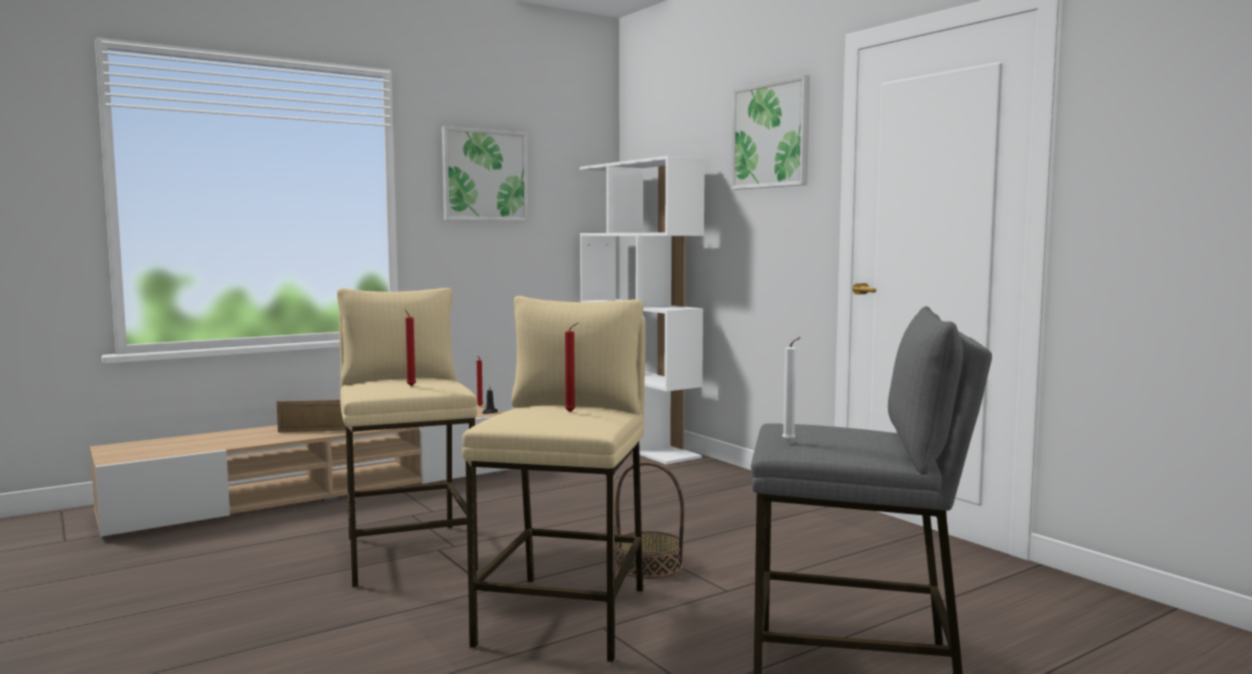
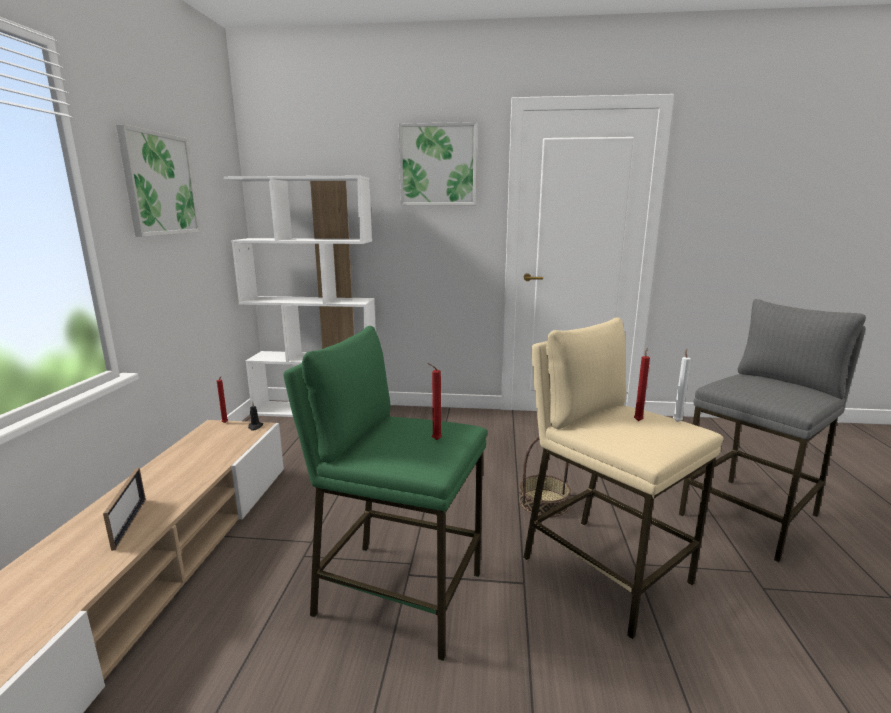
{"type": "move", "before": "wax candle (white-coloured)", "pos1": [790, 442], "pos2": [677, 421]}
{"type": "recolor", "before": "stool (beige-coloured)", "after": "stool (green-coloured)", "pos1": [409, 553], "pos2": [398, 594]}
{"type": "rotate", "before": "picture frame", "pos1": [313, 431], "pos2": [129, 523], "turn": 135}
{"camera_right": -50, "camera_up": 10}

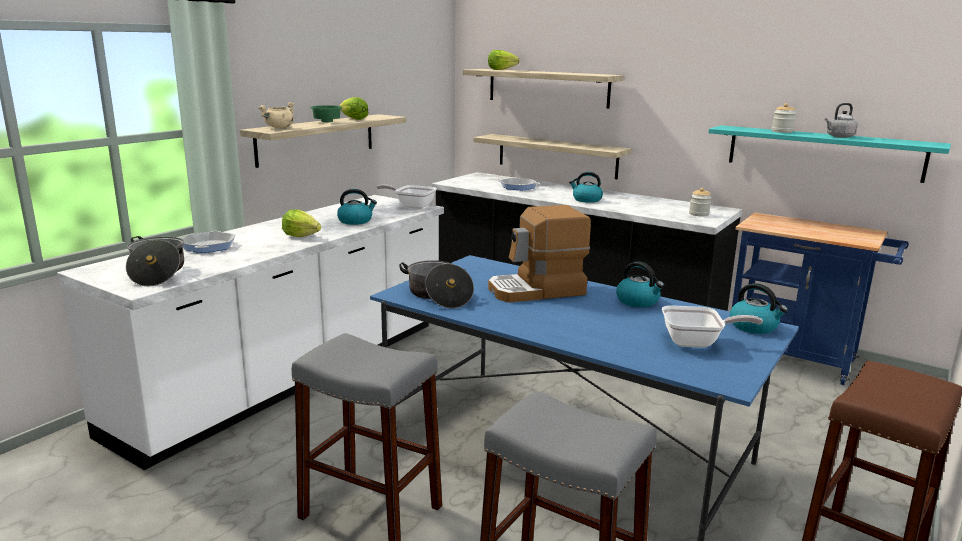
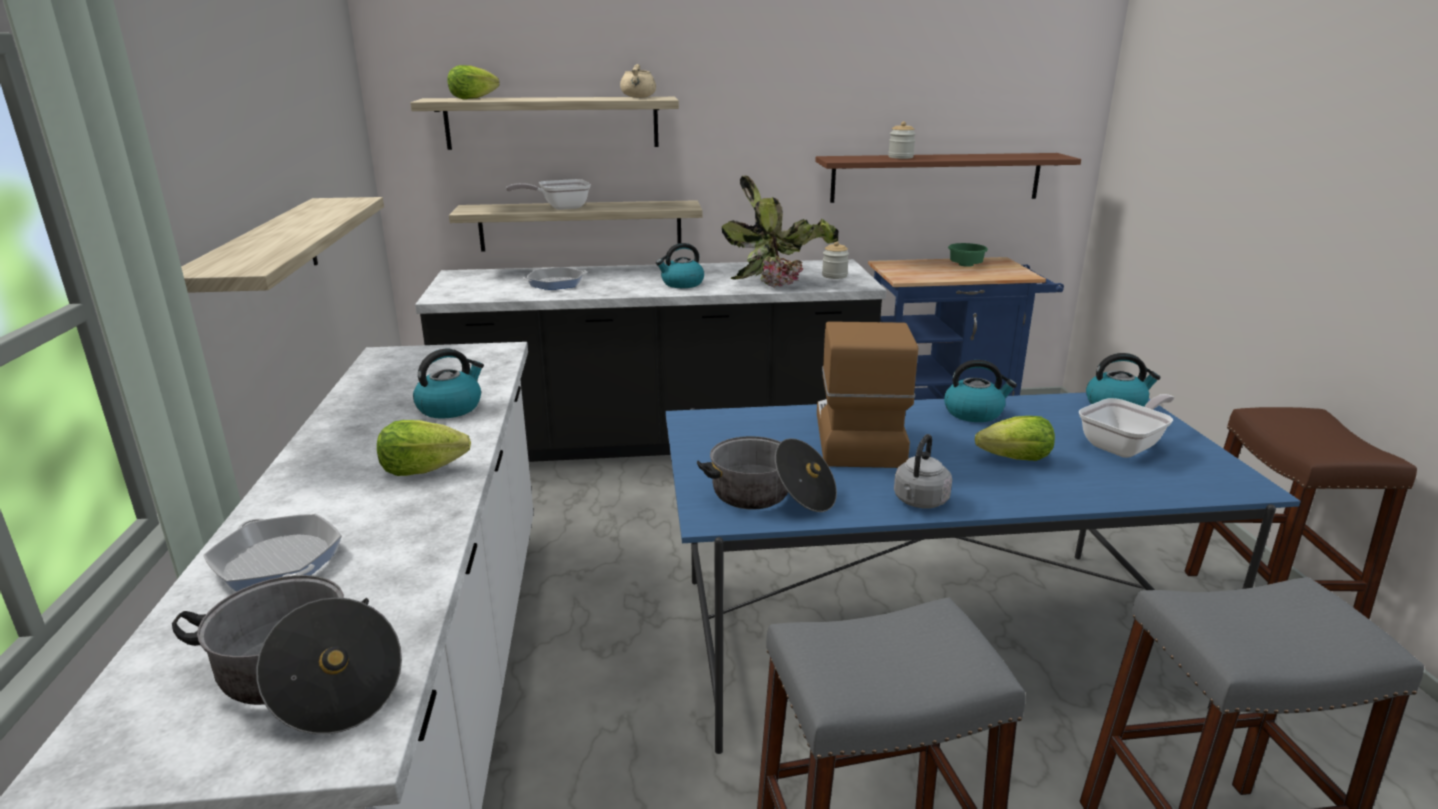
{"type": "insert", "after": "houseplant", "pos2": [778, 283]}
{"type": "move", "before": "saucepot (beige-coloured)", "pos1": [279, 127], "pos2": [639, 97]}
{"type": "move", "before": "deep dish (green-coloured)", "pos1": [328, 122], "pos2": [965, 265]}
{"type": "move", "before": "head of lettuce", "pos1": [353, 119], "pos2": [1016, 459]}
{"type": "move", "before": "frying pan", "pos1": [412, 206], "pos2": [559, 208]}
{"type": "move", "before": "tea kettle (gray)", "pos1": [839, 136], "pos2": [919, 502]}
{"type": "recolor", "before": "bracket shelf (blue-green)", "after": "bracket shelf (brown)", "pos1": [823, 152], "pos2": [936, 177]}
{"type": "rotate", "before": "coffee maker", "pos1": [537, 290], "pos2": [856, 438], "turn": 150}
{"camera_right": -40, "camera_up": 5}

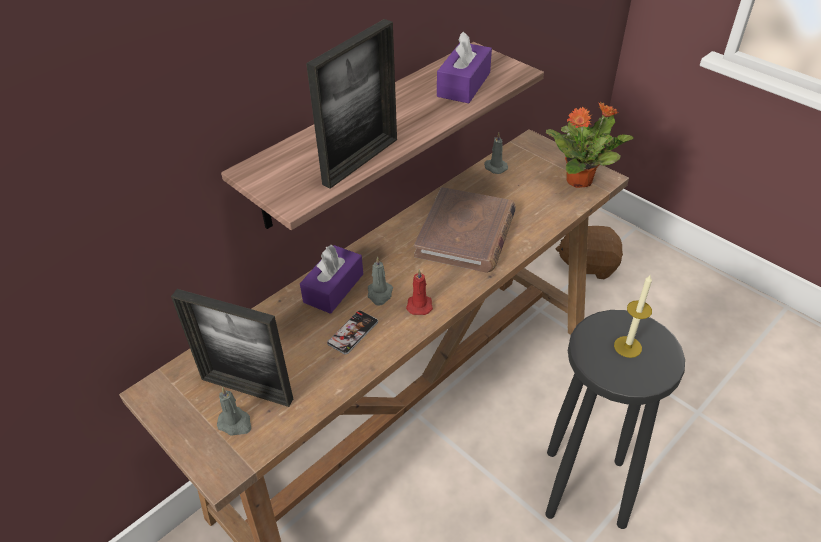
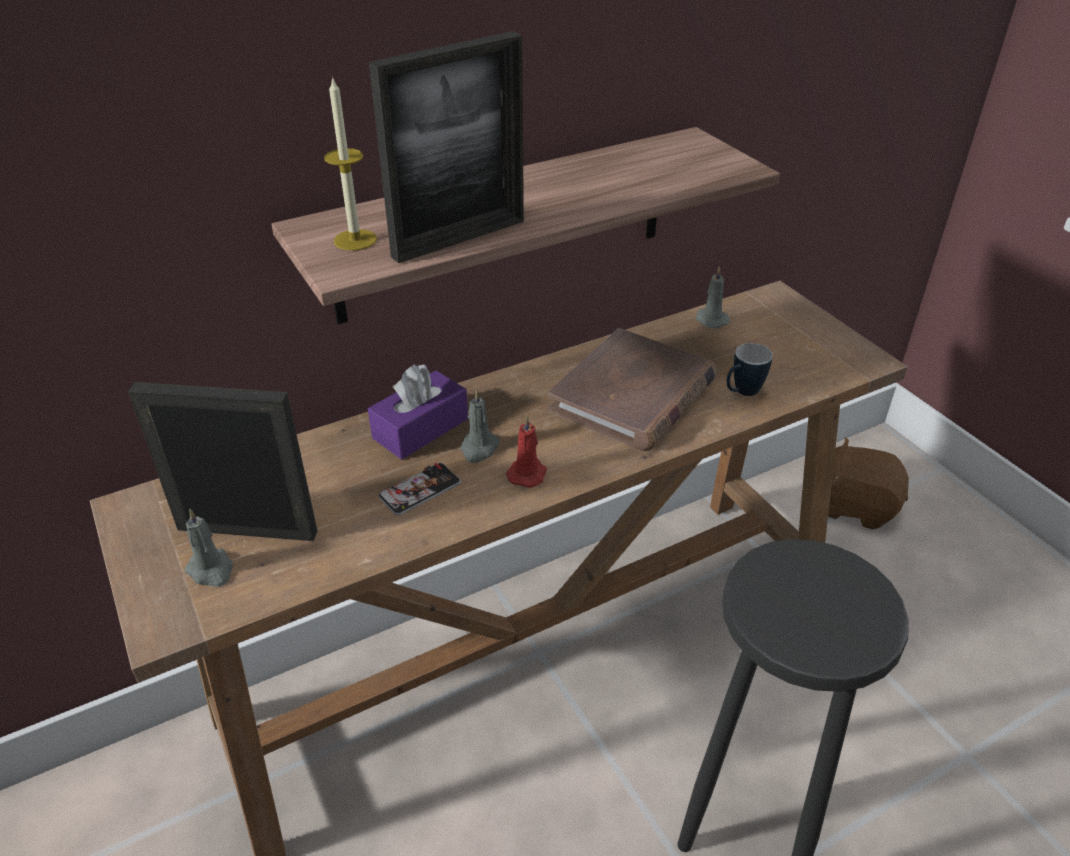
{"type": "delete", "before": "box of tissues (purplish)", "pos1": [464, 84]}
{"type": "delete", "before": "houseplant", "pos1": [580, 180]}
{"type": "insert", "after": "tea mug", "pos2": [741, 393]}
{"type": "move", "before": "wax candle", "pos1": [627, 347], "pos2": [355, 240]}
{"type": "rotate", "before": "picture frame", "pos1": [247, 389], "pos2": [247, 530], "turn": 150}
{"camera_right": 15, "camera_up": -5}

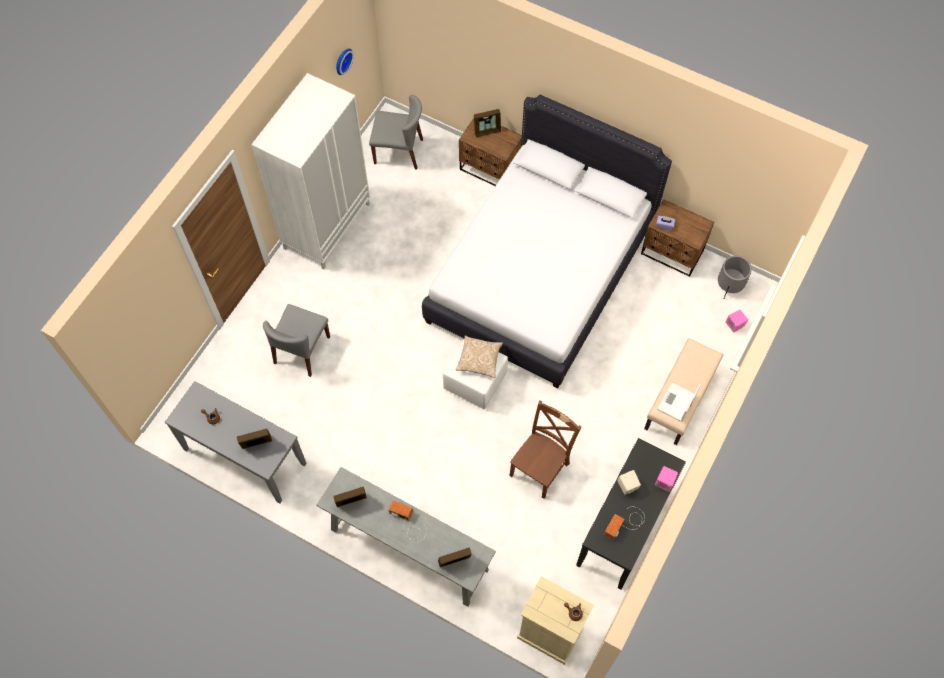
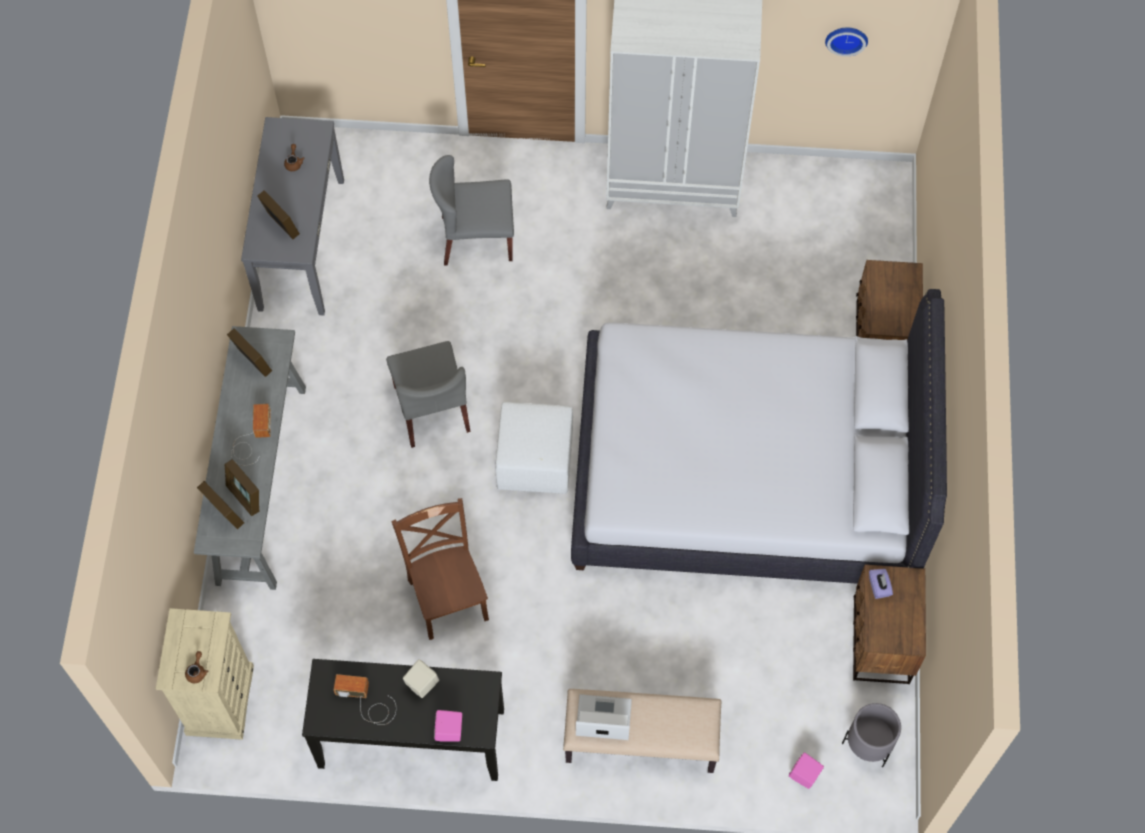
{"type": "delete", "before": "pillow", "pos1": [479, 359]}
{"type": "move", "before": "upright chair (gray)", "pos1": [399, 151], "pos2": [432, 409]}
{"type": "move", "before": "picture frame", "pos1": [487, 131], "pos2": [245, 497]}
{"type": "rotate", "before": "upright chair (brown)", "pos1": [541, 467], "pos2": [447, 596], "turn": -120}
{"camera_right": 65, "camera_up": 0}

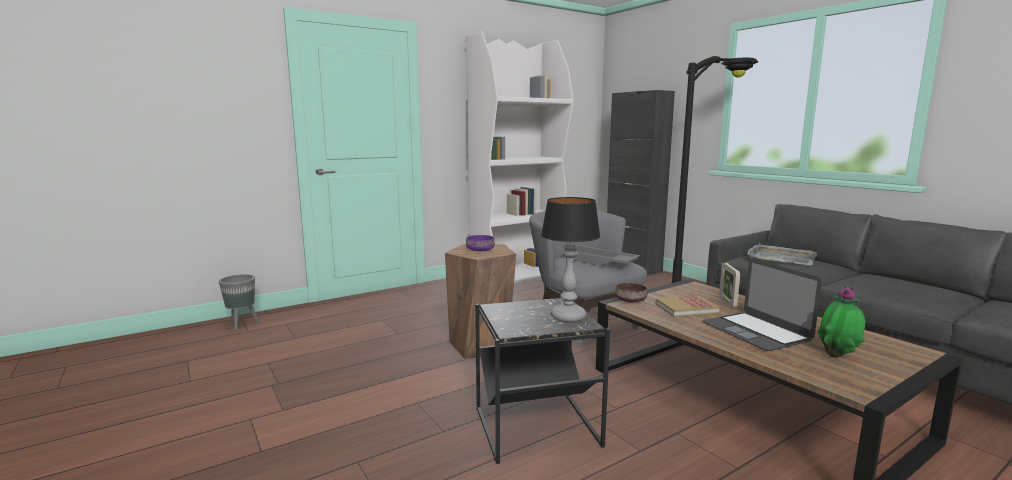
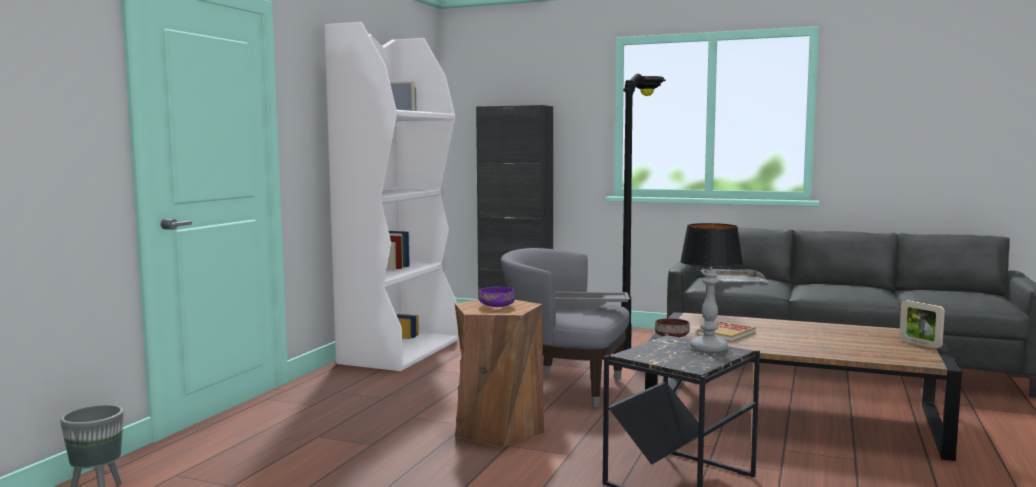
{"type": "delete", "before": "laptop", "pos1": [755, 331]}
{"type": "delete", "before": "houseplant", "pos1": [838, 356]}
{"type": "move", "before": "picture frame", "pos1": [727, 302], "pos2": [920, 344]}
{"camera_right": -35, "camera_up": -5}

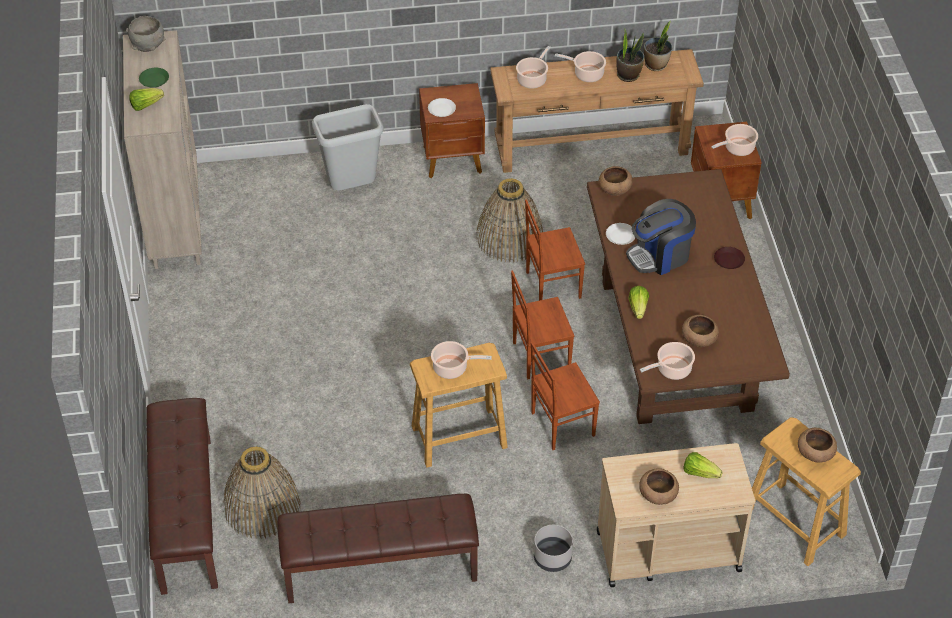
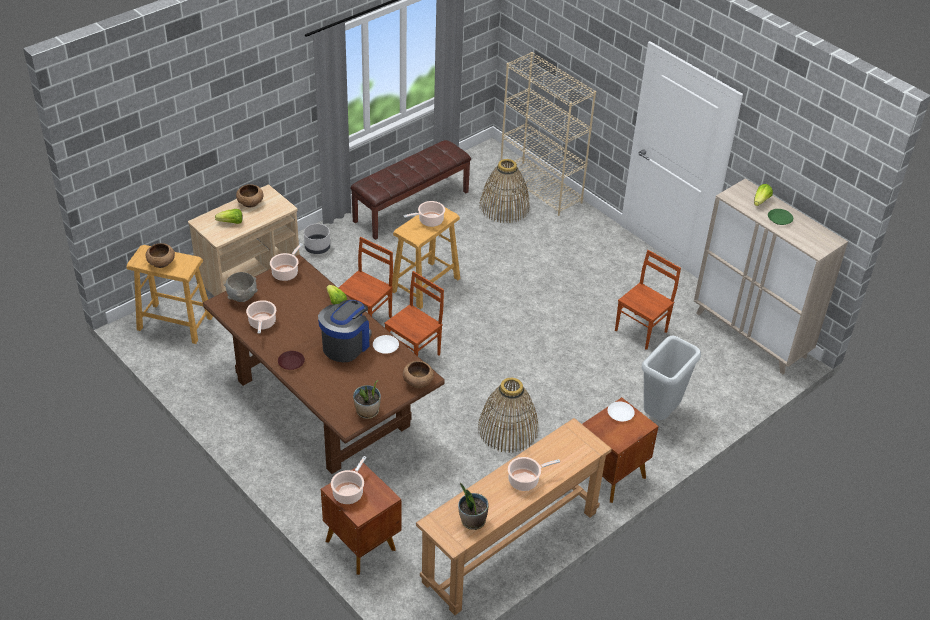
{"type": "delete", "before": "deep dish (brown)", "pos1": [699, 339]}
{"type": "move", "before": "deep dish (gray)", "pos1": [148, 47], "pos2": [242, 298]}
{"type": "move", "before": "saucepot", "pos1": [532, 79], "pos2": [262, 323]}
{"type": "move", "before": "upright chair (brown)", "pos1": [552, 284], "pos2": [642, 331]}
{"type": "move", "before": "houseplant", "pos1": [628, 75], "pos2": [367, 412]}
{"type": "replace", "before": "bench (brown)", "after": "bookshelf (beige-coloured)", "pos1": [185, 514], "pos2": [541, 188]}
{"camera_right": 145, "camera_up": -5}

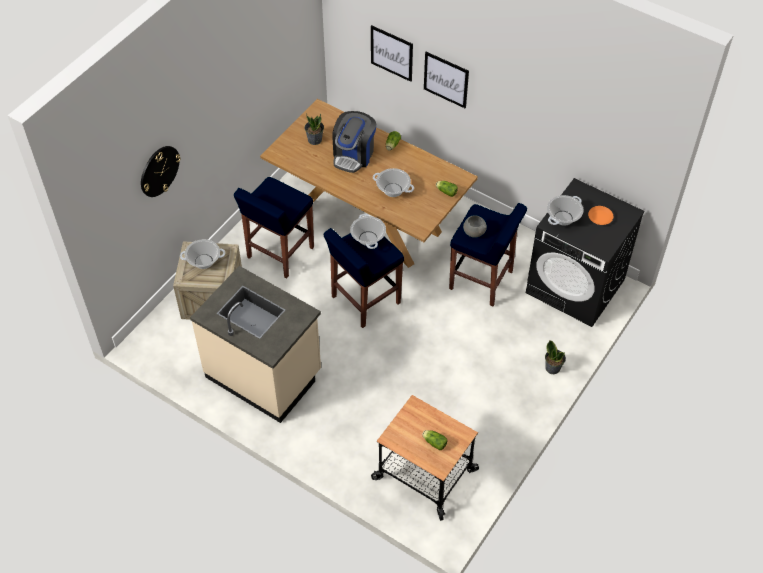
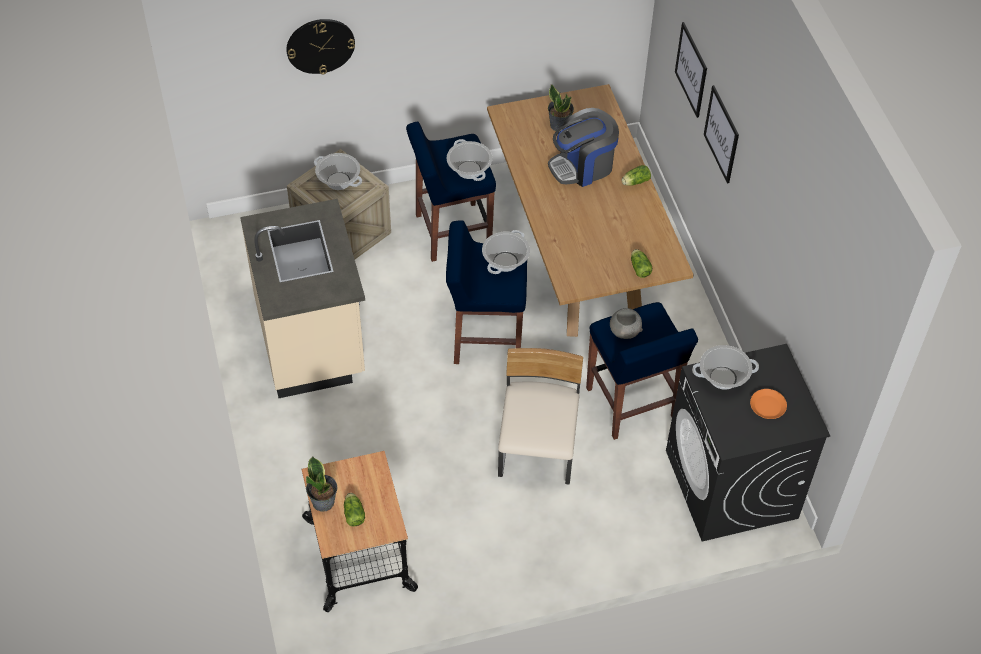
{"type": "insert", "after": "upright chair (beige-coloured)", "pos2": [538, 450]}
{"type": "move", "before": "saucepot", "pos1": [393, 190], "pos2": [469, 170]}
{"type": "move", "before": "houseplant", "pos1": [553, 368], "pos2": [323, 502]}
{"camera_right": 40, "camera_up": 0}

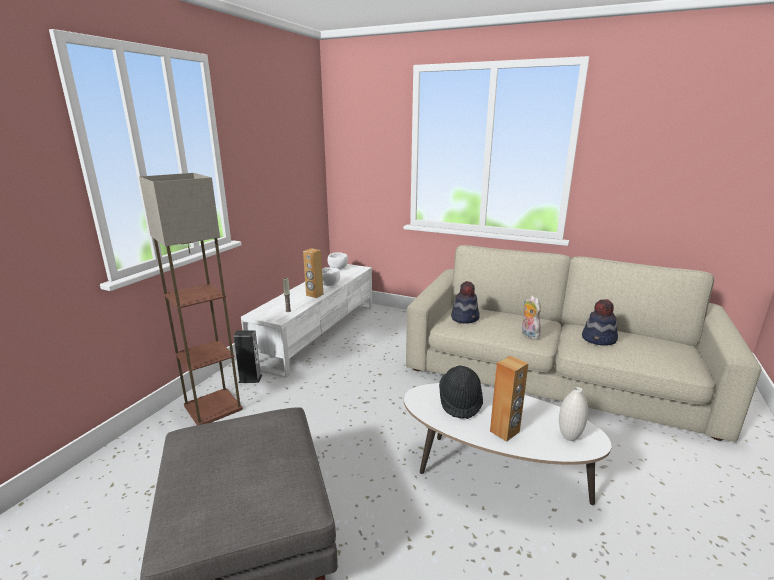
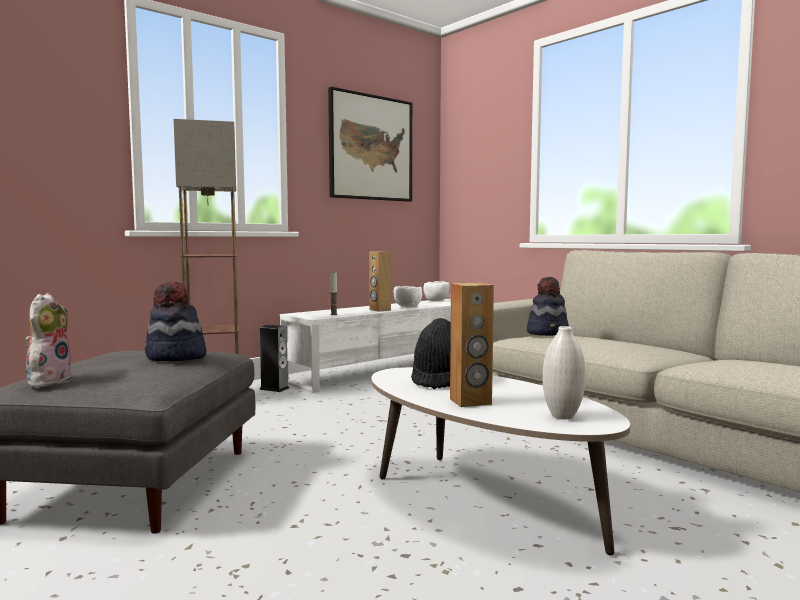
{"type": "insert", "after": "wall art", "pos2": [371, 148]}
{"type": "move", "before": "cuddly toy", "pos1": [528, 335], "pos2": [48, 381]}
{"type": "move", "before": "hat", "pos1": [599, 339], "pos2": [176, 357]}
{"camera_right": 25, "camera_up": -15}

